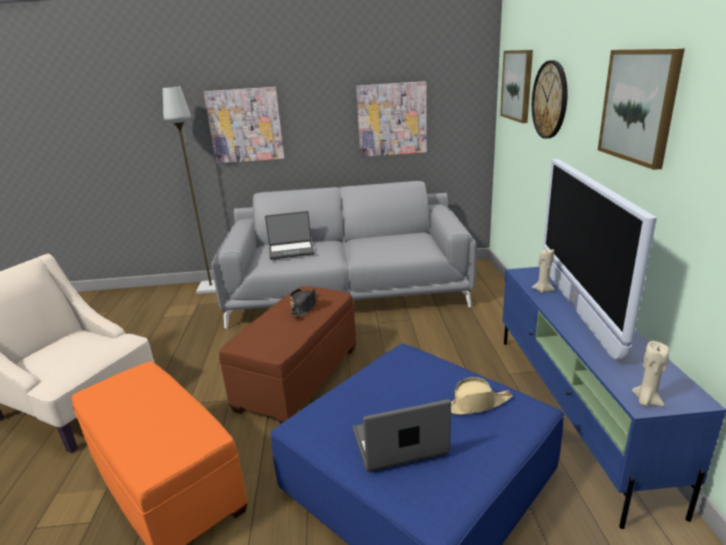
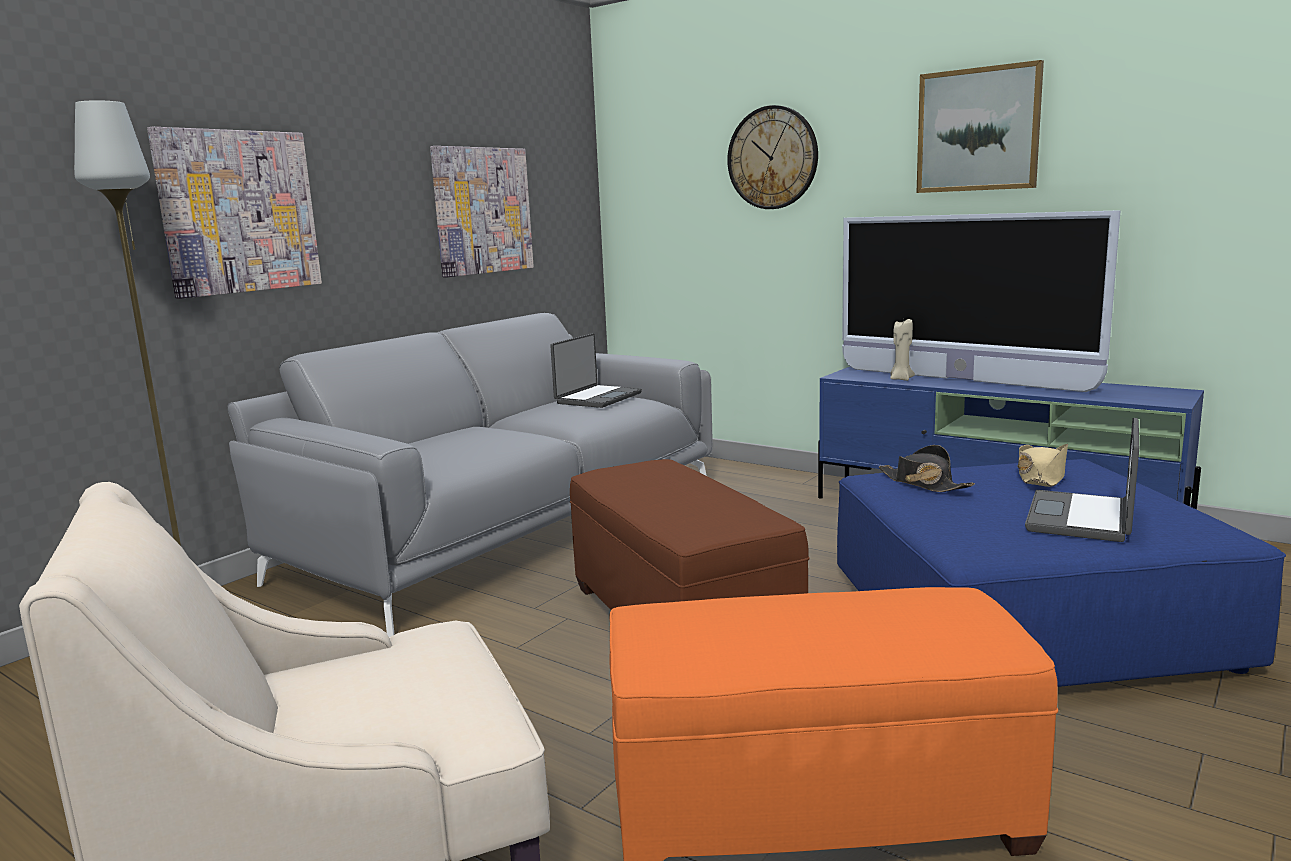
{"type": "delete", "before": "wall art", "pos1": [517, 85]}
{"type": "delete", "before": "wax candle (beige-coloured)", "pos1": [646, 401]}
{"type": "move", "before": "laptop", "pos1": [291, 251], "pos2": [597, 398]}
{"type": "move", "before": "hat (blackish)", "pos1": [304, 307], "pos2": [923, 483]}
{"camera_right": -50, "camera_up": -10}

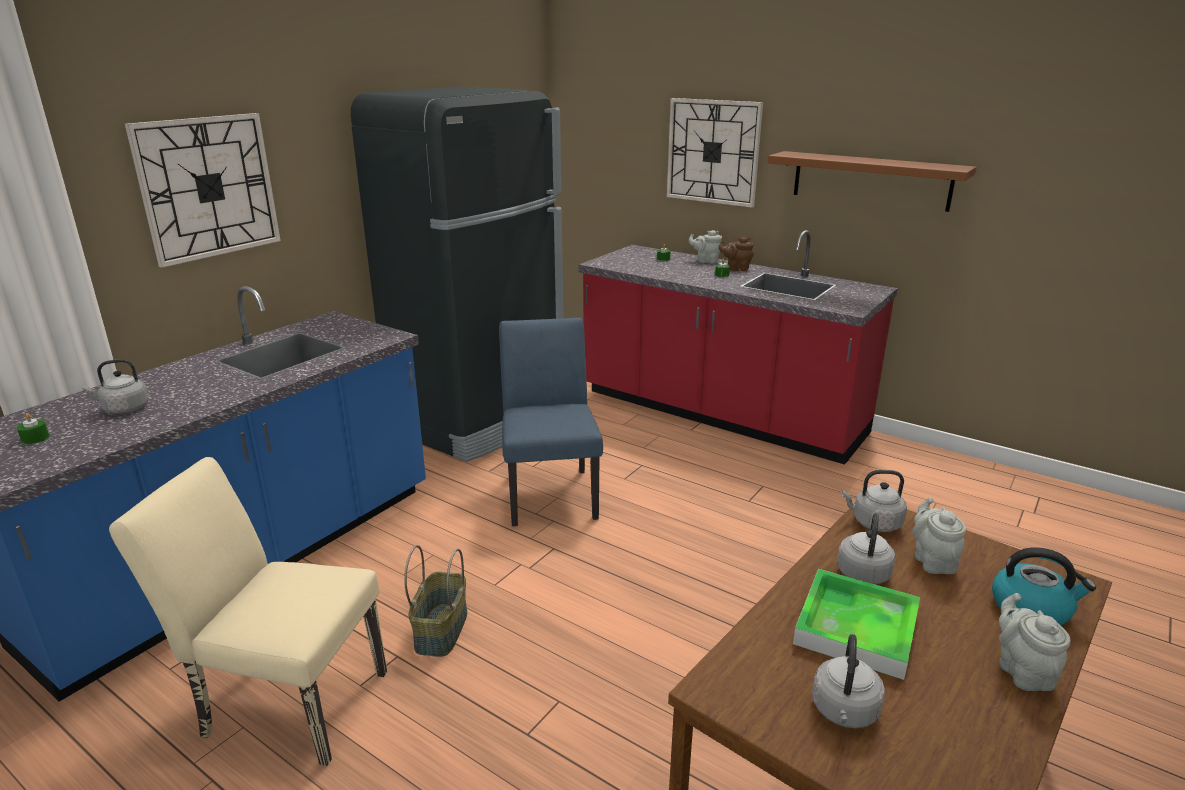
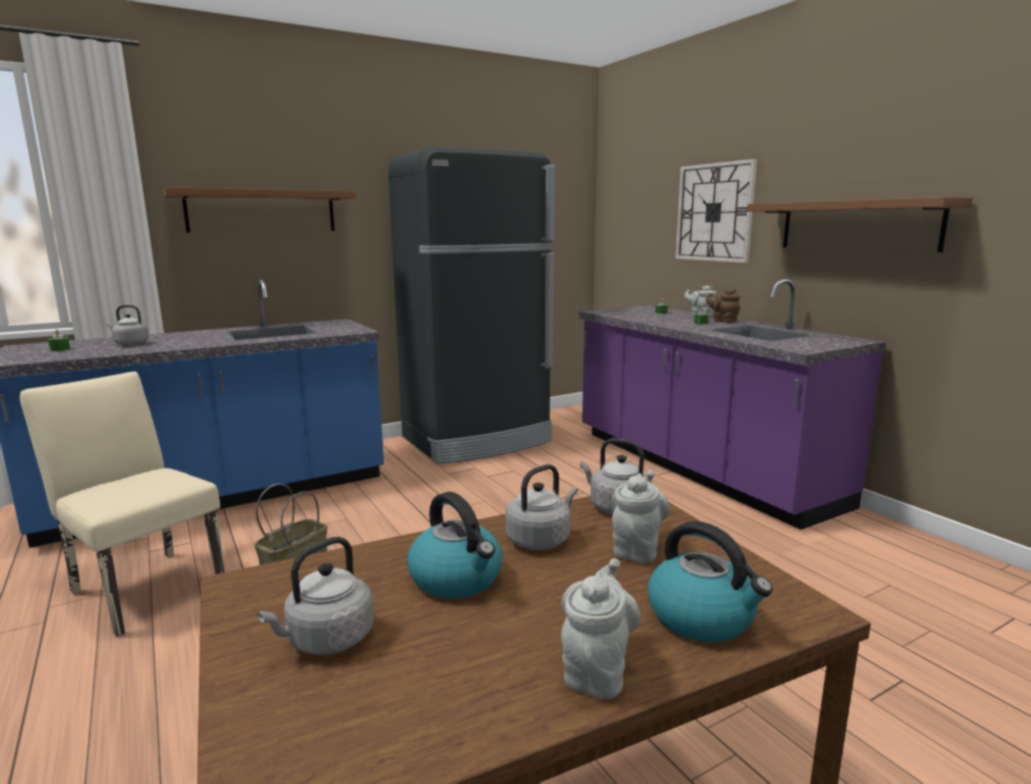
{"type": "delete", "before": "upright chair (bluish)", "pos1": [550, 491]}
{"type": "replace", "before": "clock on the wall", "after": "bracket shelf (brown)", "pos1": [208, 187], "pos2": [262, 211]}
{"type": "replace", "before": "serving tray", "after": "tea kettle", "pos1": [856, 628], "pos2": [457, 579]}
{"type": "recolor", "before": "counter (reddish)", "after": "counter (purplish)", "pos1": [719, 413], "pos2": [698, 467]}
{"camera_right": 25, "camera_up": -10}

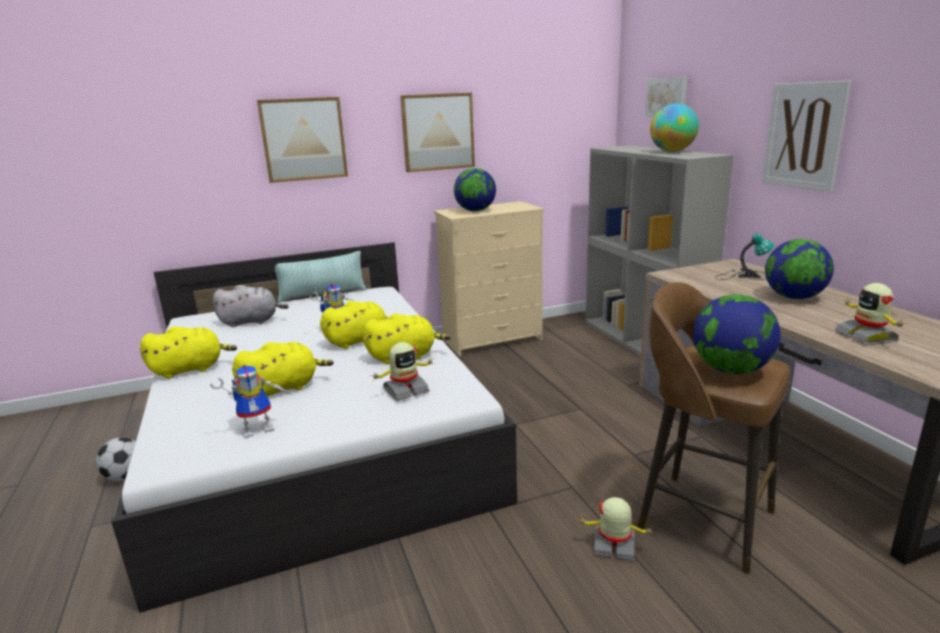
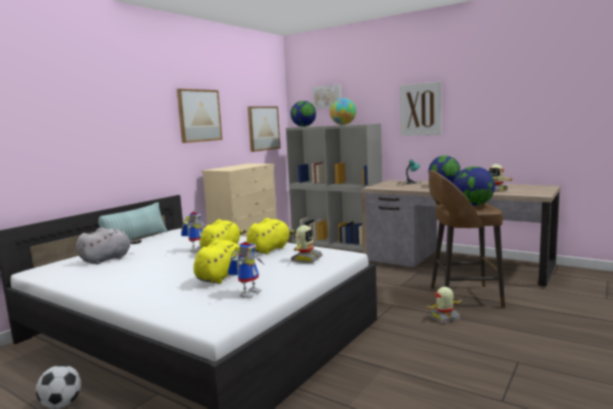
{"type": "delete", "before": "cuddly toy (yellowish)", "pos1": [191, 369]}
{"type": "move", "before": "wall art", "pos1": [303, 139], "pos2": [263, 128]}
{"type": "move", "before": "world globe", "pos1": [475, 211], "pos2": [303, 126]}
{"camera_right": -35, "camera_up": -10}

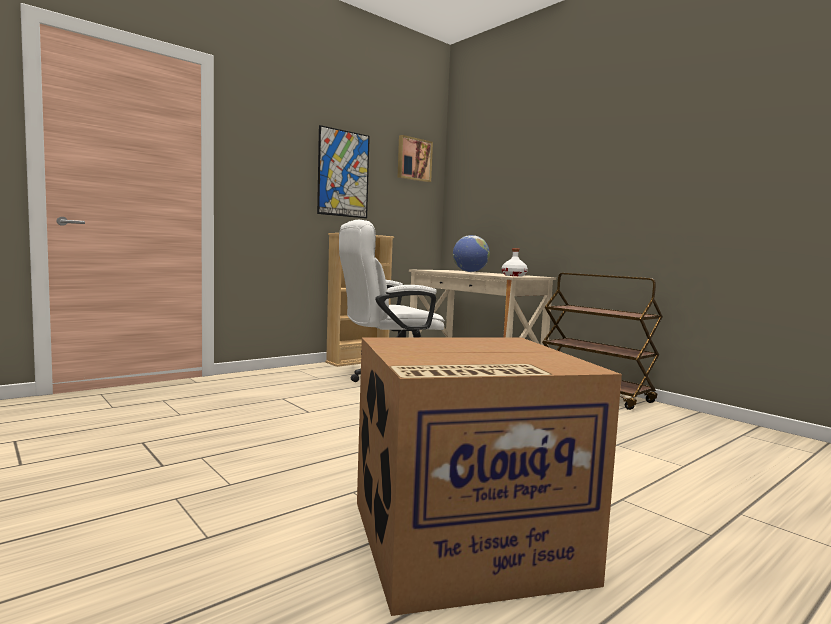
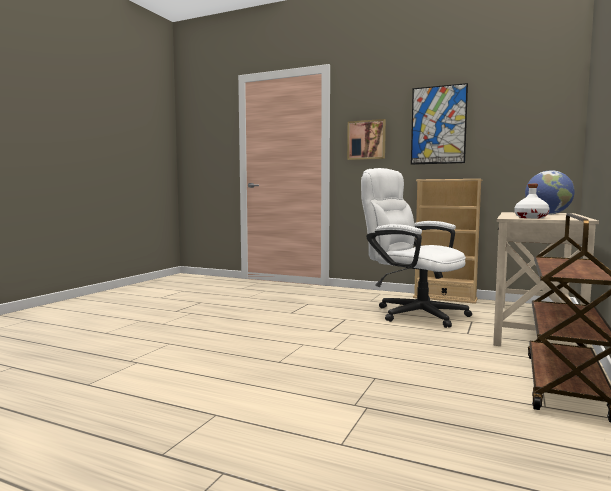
{"type": "delete", "before": "carton", "pos1": [462, 541]}
{"type": "move", "before": "wall art", "pos1": [413, 159], "pos2": [366, 140]}
{"camera_right": 65, "camera_up": 0}

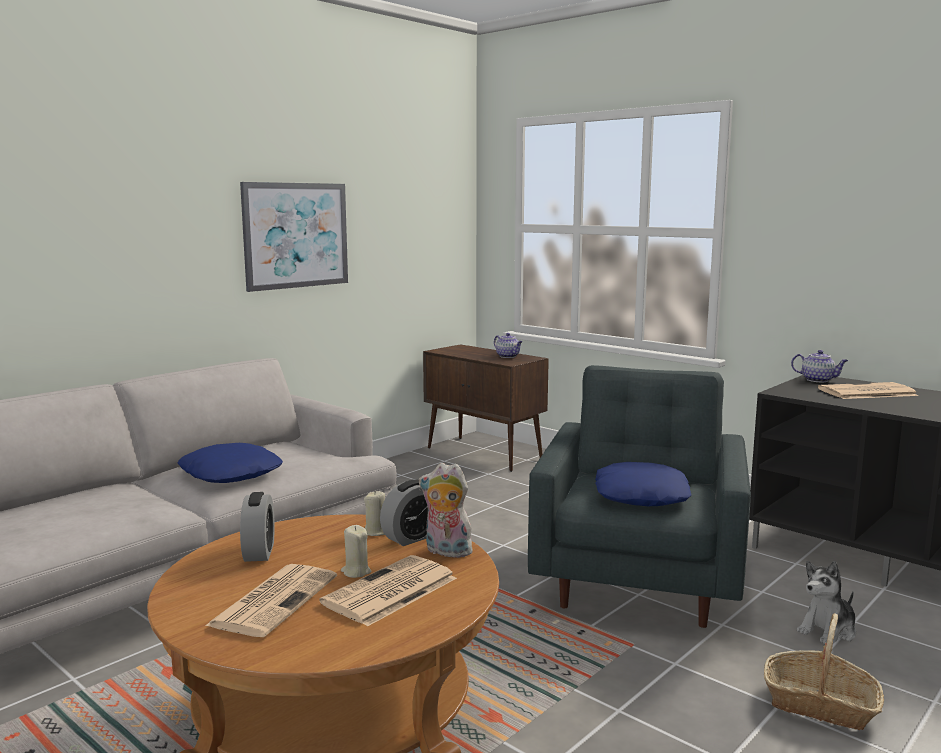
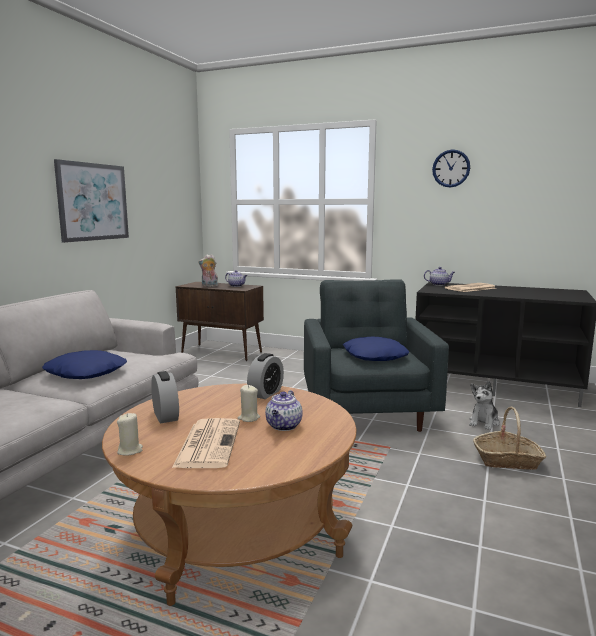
{"type": "insert", "after": "clock on the wall", "pos2": [451, 168]}
{"type": "move", "before": "wax candle (beige-coloured)", "pos1": [376, 532], "pos2": [130, 450]}
{"type": "move", "before": "cuddly toy", "pos1": [446, 552], "pos2": [209, 286]}
{"type": "replace", "before": "newspaper", "after": "tea pot", "pos1": [389, 592], "pos2": [284, 426]}
{"camera_right": -20, "camera_up": 0}

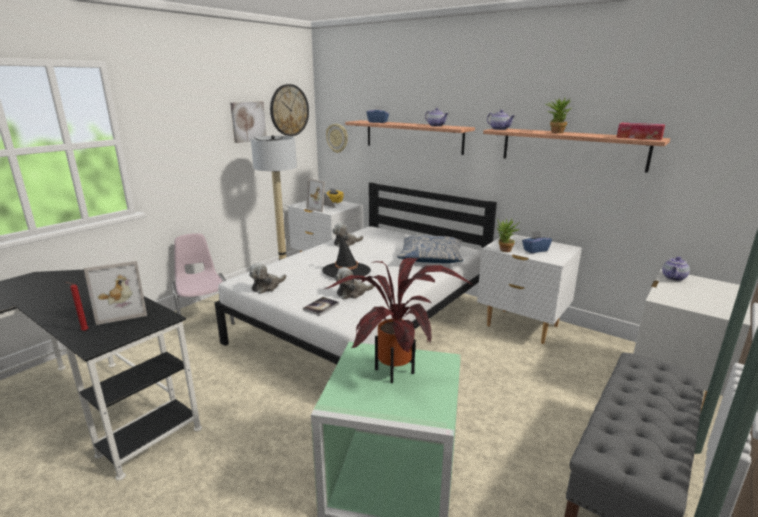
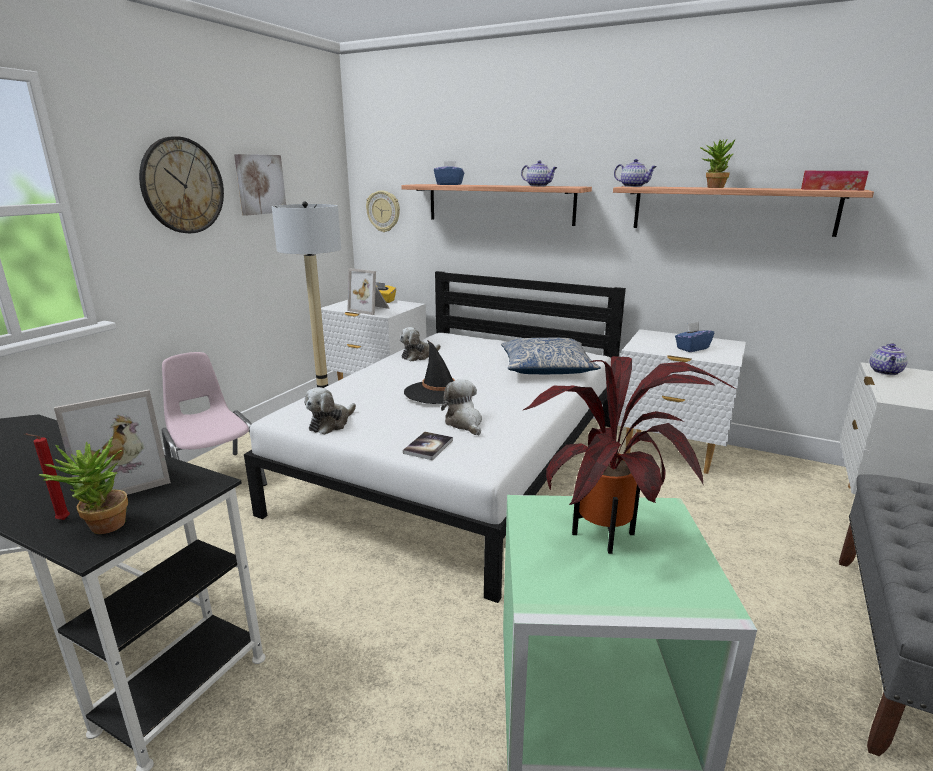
{"type": "move", "before": "clock on the wall", "pos1": [289, 110], "pos2": [182, 186]}
{"type": "move", "before": "houseplant", "pos1": [504, 251], "pos2": [102, 529]}
{"type": "rotate", "before": "cuddly toy", "pos1": [353, 293], "pos2": [464, 423], "turn": 105}
{"camera_right": -10, "camera_up": 0}

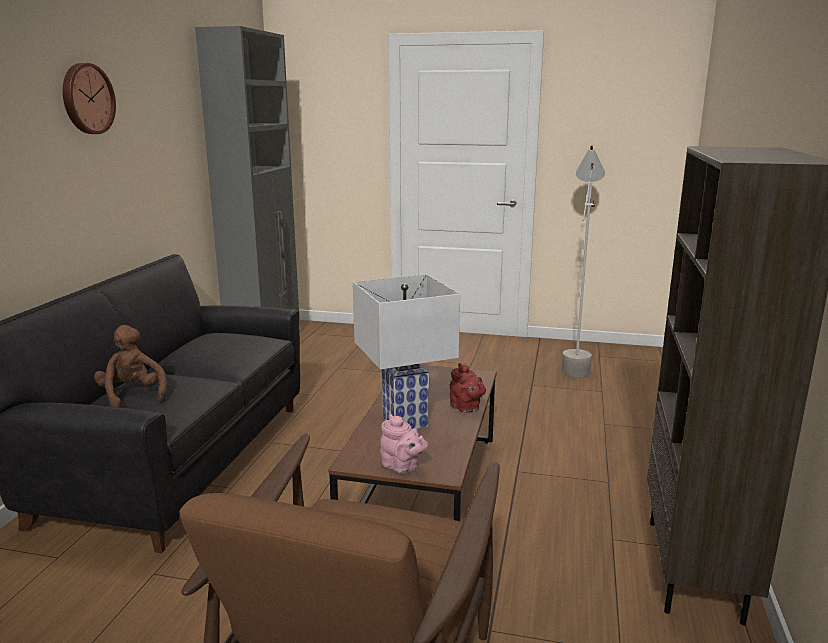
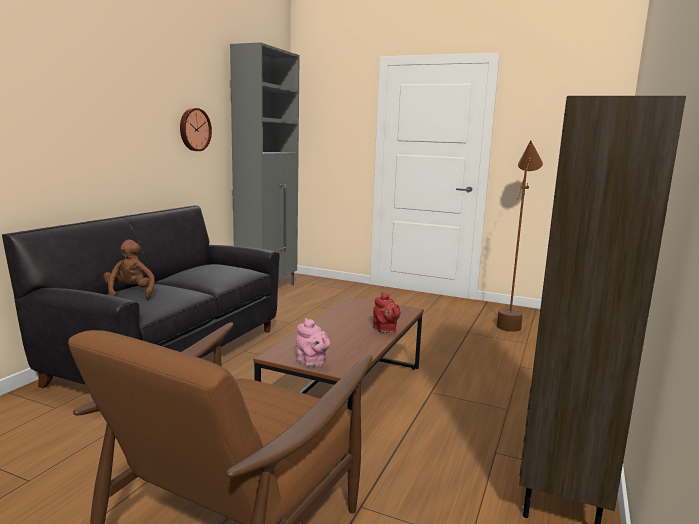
{"type": "delete", "before": "tabletop lamp (white-coloured)", "pos1": [406, 422]}
{"type": "move", "before": "clock on the wall", "pos1": [86, 99], "pos2": [194, 129]}
{"type": "recolor", "before": "floor lamp (gray)", "after": "floor lamp (brown)", "pos1": [575, 363], "pos2": [510, 321]}
{"camera_right": 10, "camera_up": -5}

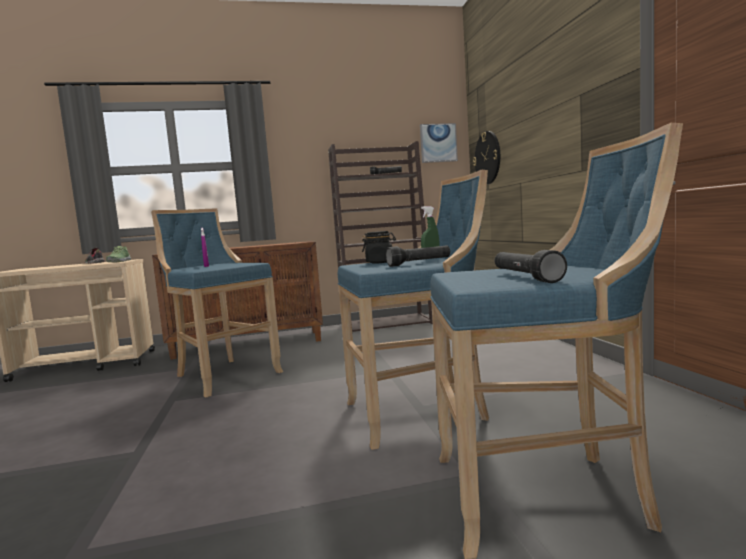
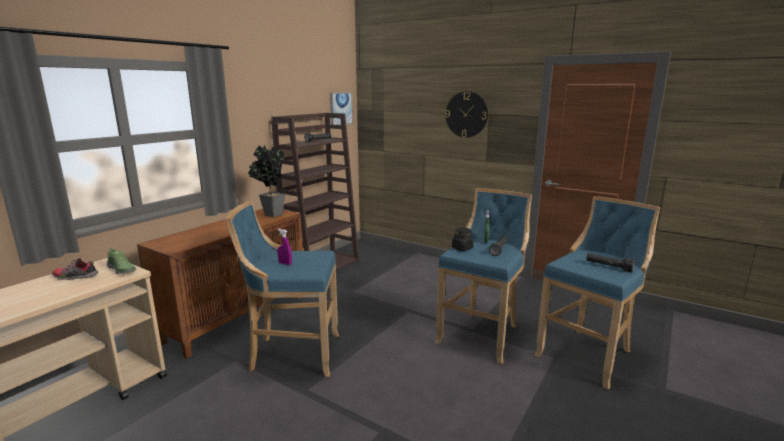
{"type": "insert", "after": "houseplant", "pos2": [270, 215]}
{"type": "move", "before": "clock on the wall", "pos1": [487, 158], "pos2": [466, 114]}
{"camera_right": -45, "camera_up": 10}

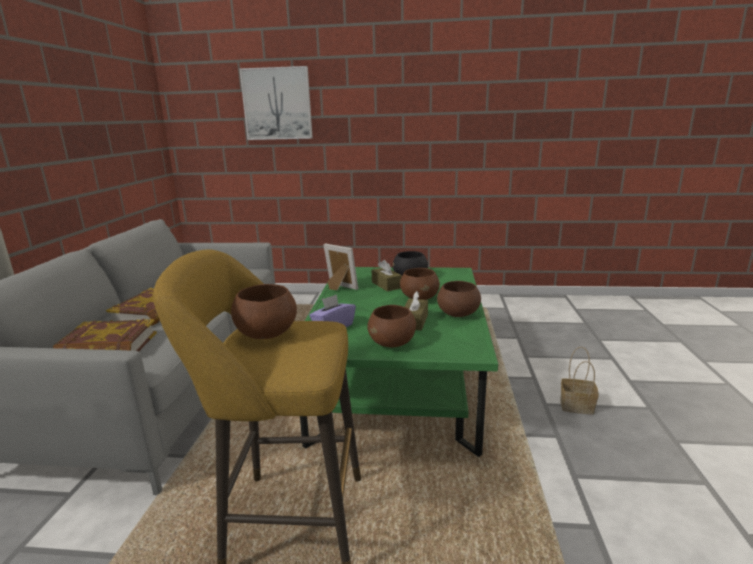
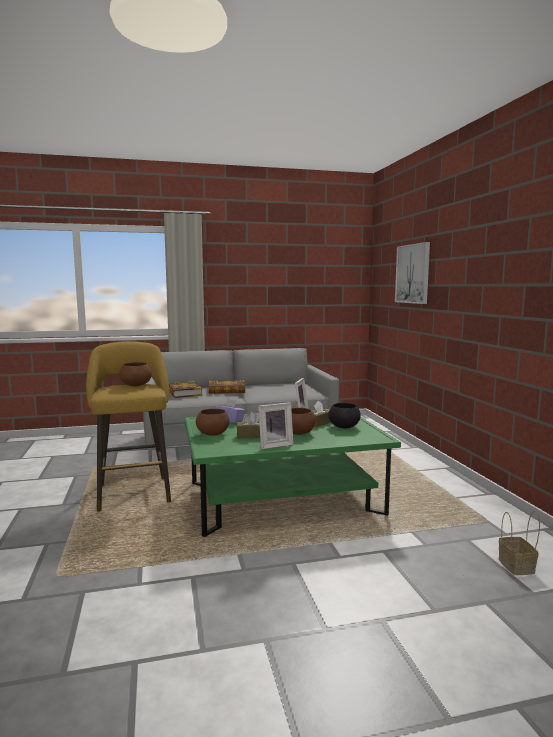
{"type": "move", "before": "basket", "pos1": [577, 406], "pos2": [517, 566]}
{"type": "replace", "before": "deep dish (brown)", "after": "picture frame", "pos1": [458, 314], "pos2": [274, 445]}
{"camera_right": 70, "camera_up": -10}

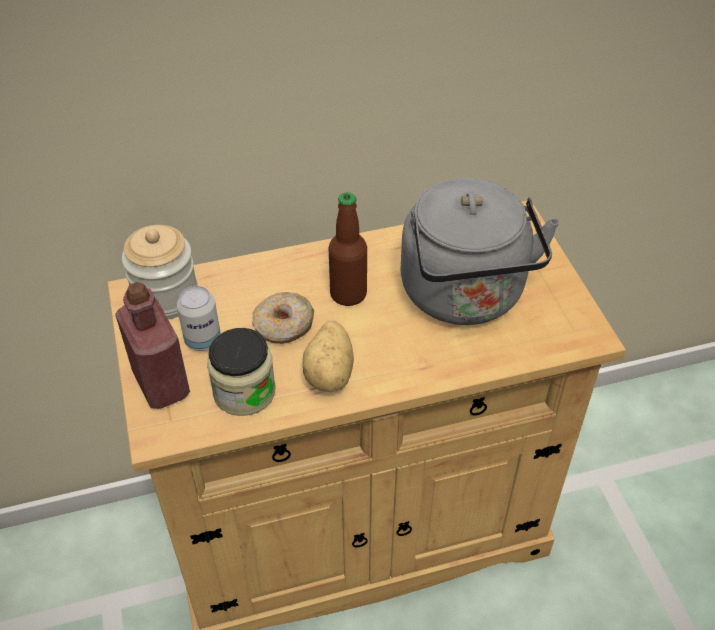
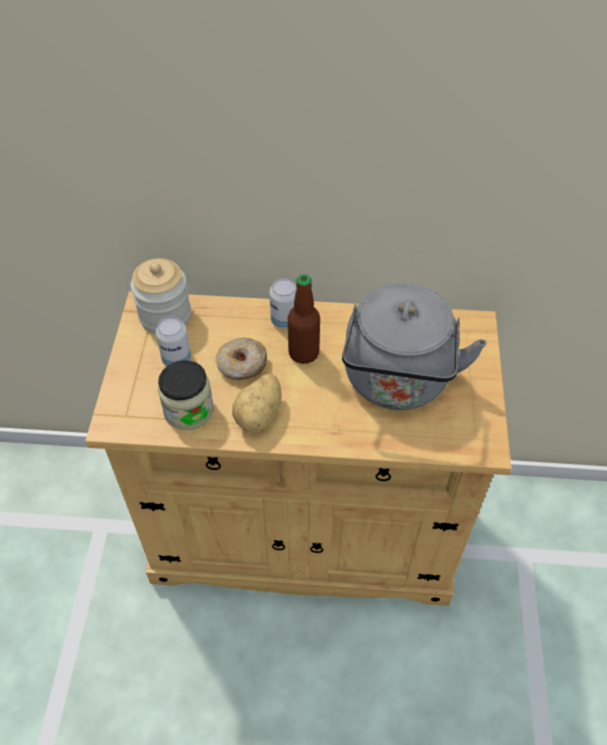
{"type": "delete", "before": "beverage bottle (reddish)", "pos1": [161, 384]}
{"type": "insert", "after": "metal can", "pos2": [284, 320]}
{"camera_right": 20, "camera_up": 5}

